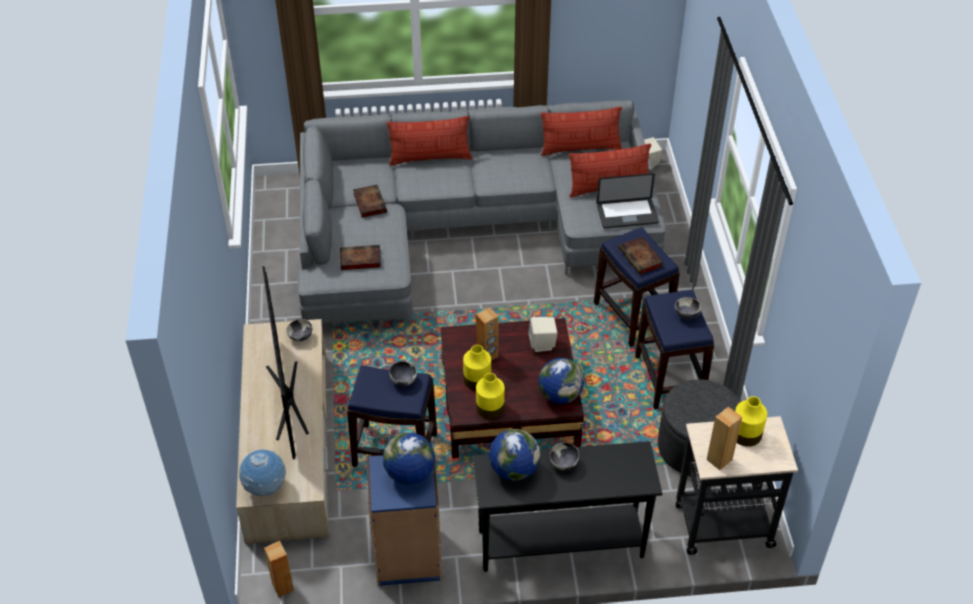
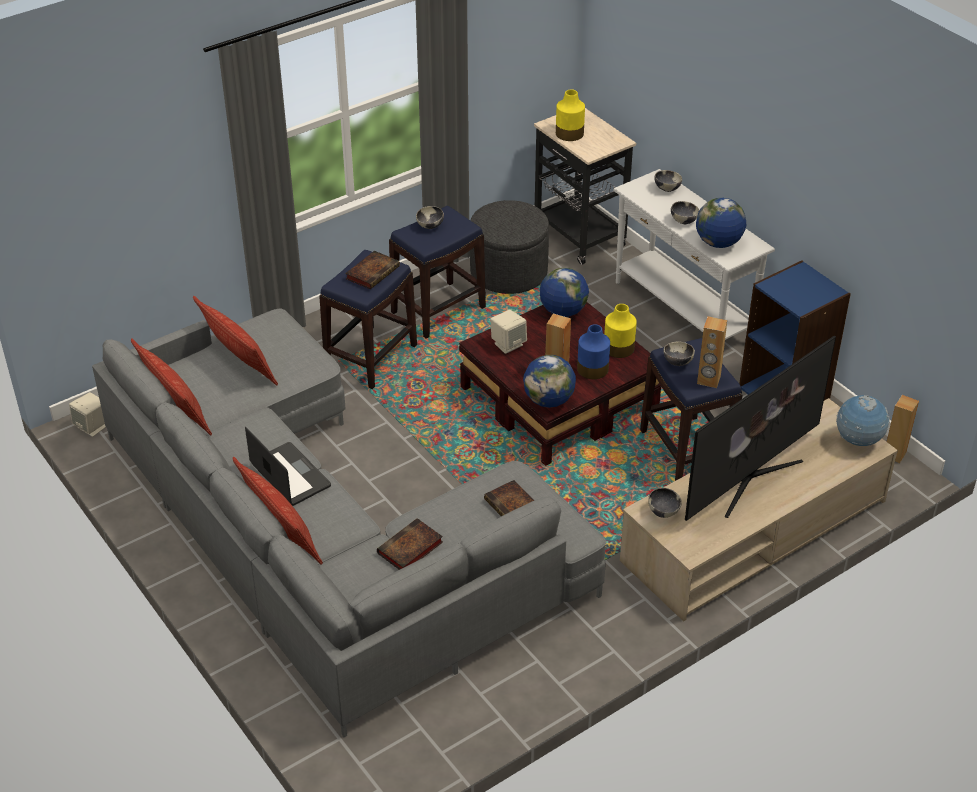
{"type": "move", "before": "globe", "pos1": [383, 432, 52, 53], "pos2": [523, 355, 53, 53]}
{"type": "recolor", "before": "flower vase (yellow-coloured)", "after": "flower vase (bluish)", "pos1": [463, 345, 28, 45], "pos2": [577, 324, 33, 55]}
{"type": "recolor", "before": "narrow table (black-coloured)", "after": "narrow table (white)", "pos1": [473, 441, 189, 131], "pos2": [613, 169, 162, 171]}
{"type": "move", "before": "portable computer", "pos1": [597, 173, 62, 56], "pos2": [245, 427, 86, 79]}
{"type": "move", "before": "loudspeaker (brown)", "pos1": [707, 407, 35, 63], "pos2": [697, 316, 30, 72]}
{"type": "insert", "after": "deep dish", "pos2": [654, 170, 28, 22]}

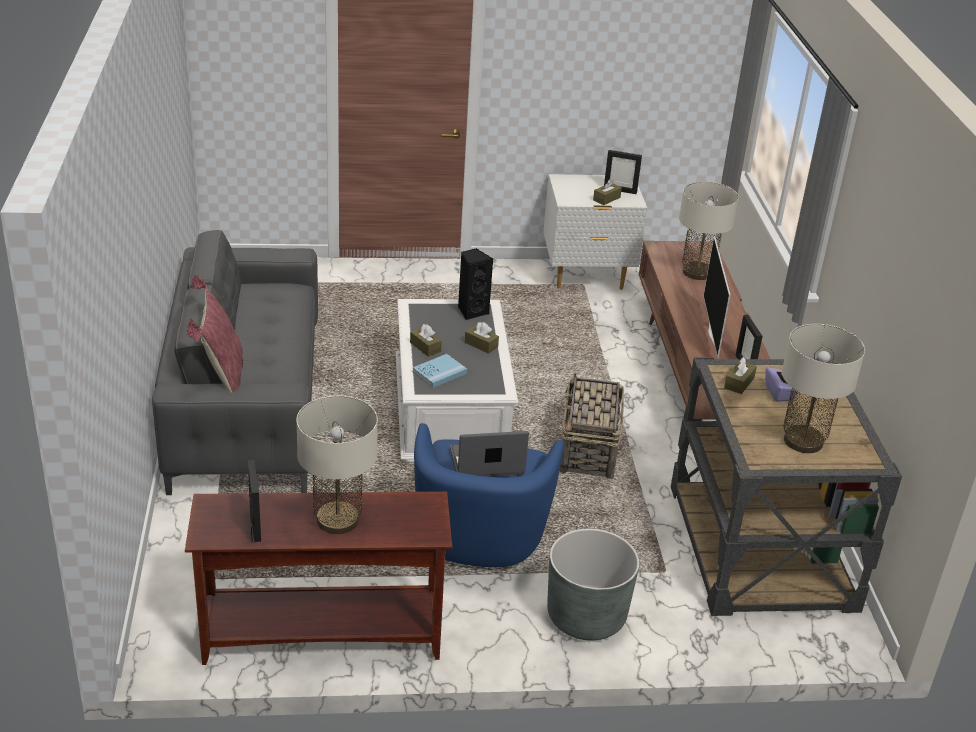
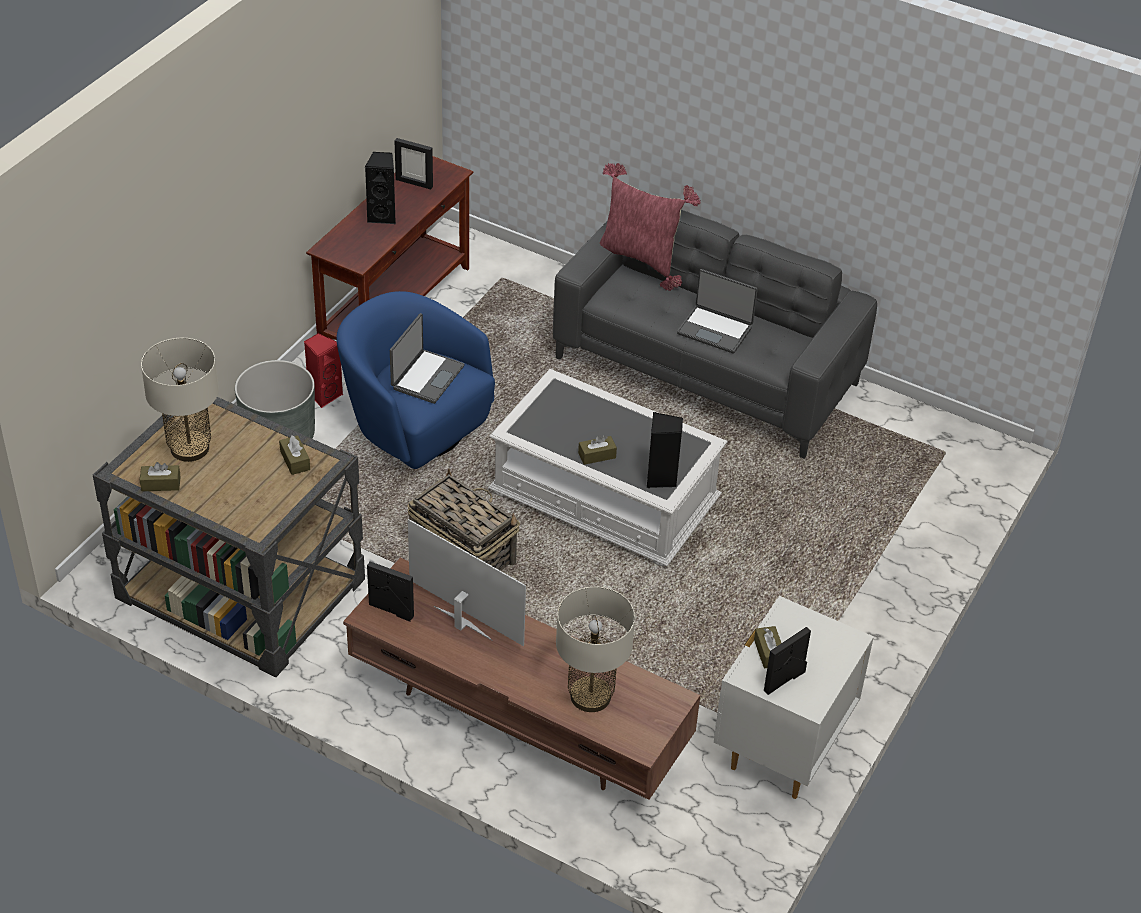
{"type": "replace", "before": "lamp for a table", "after": "loudspeaker (black-coloured)", "pos1": [296, 396, 82, 138], "pos2": [365, 152, 31, 72]}
{"type": "move", "before": "tissue box (brown)", "pos1": [410, 324, 32, 33], "pos2": [140, 462, 41, 29]}
{"type": "delete", "before": "book (bluish)", "pos1": [413, 354, 54, 34]}
{"type": "delete", "before": "tissue box (purple-coloured)", "pos1": [765, 367, 34, 35]}
{"type": "insert", "after": "loudspeaker (red-coloured)", "pos2": [304, 333, 39, 75]}
{"type": "insert", "after": "portable computer", "pos2": [677, 269, 81, 85]}

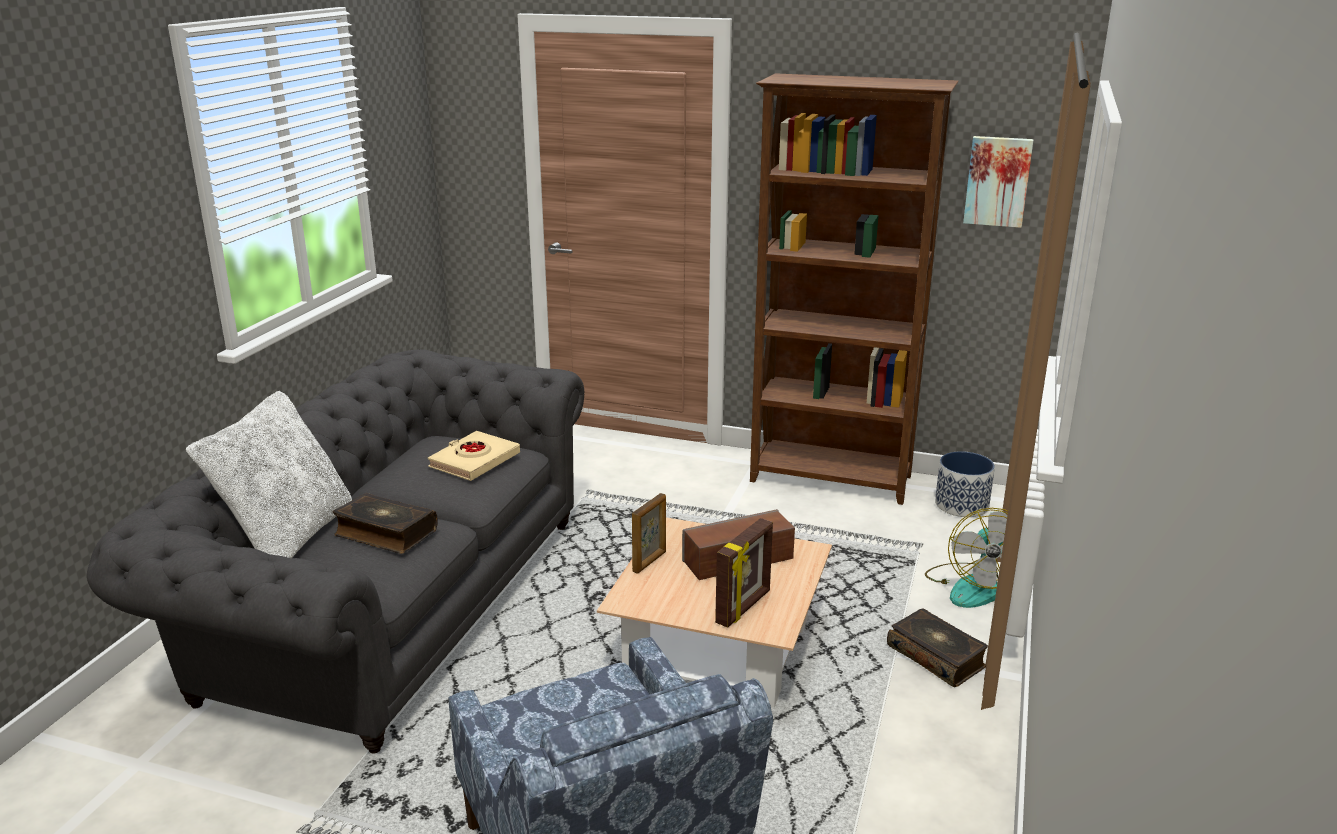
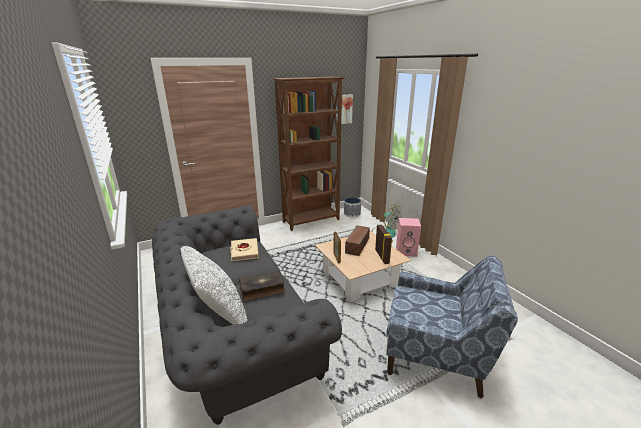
{"type": "replace", "before": "book", "after": "loudspeaker (pink)", "pos1": [887, 608, 101, 79], "pos2": [396, 218, 25, 39]}

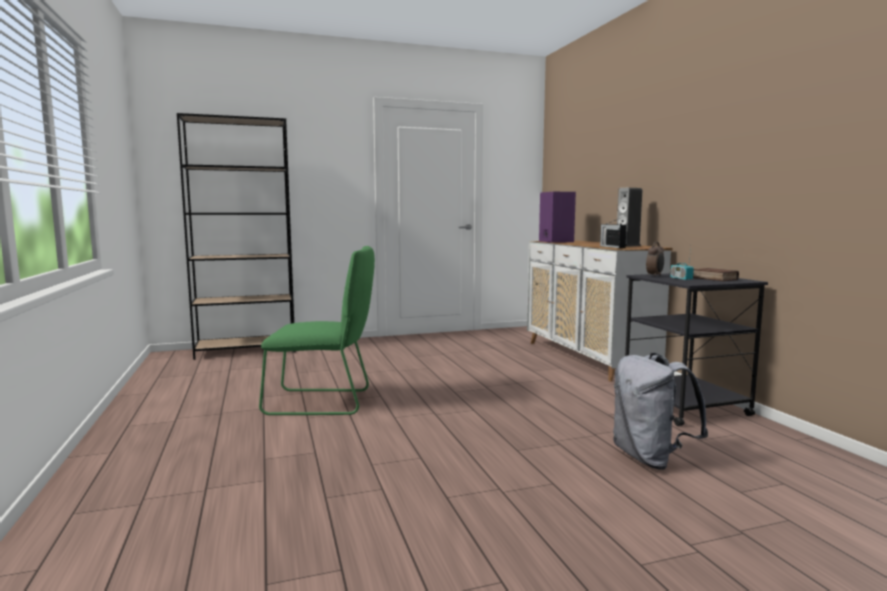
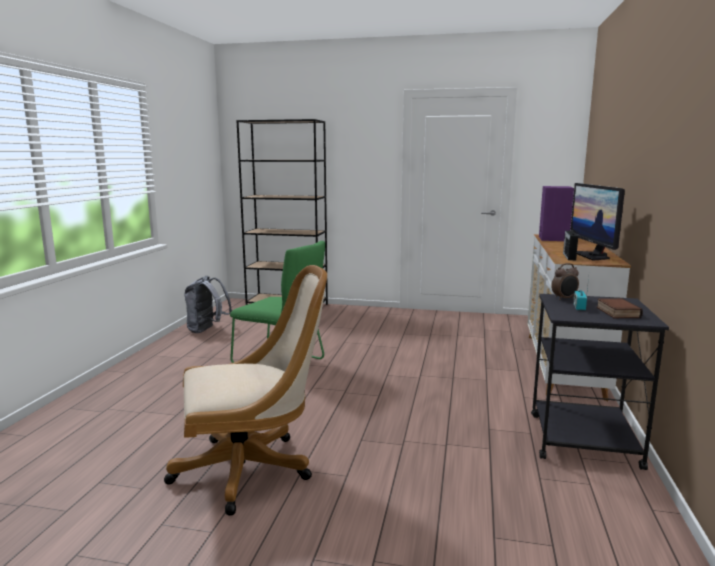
{"type": "move", "before": "rucksack (greyish)", "pos1": [613, 353, 95, 117], "pos2": [184, 276, 49, 57]}
{"type": "replace", "before": "loudspeaker", "after": "computer screen", "pos1": [617, 188, 25, 59], "pos2": [570, 183, 55, 78]}
{"type": "insert", "after": "computer chair", "pos2": [164, 265, 163, 251]}

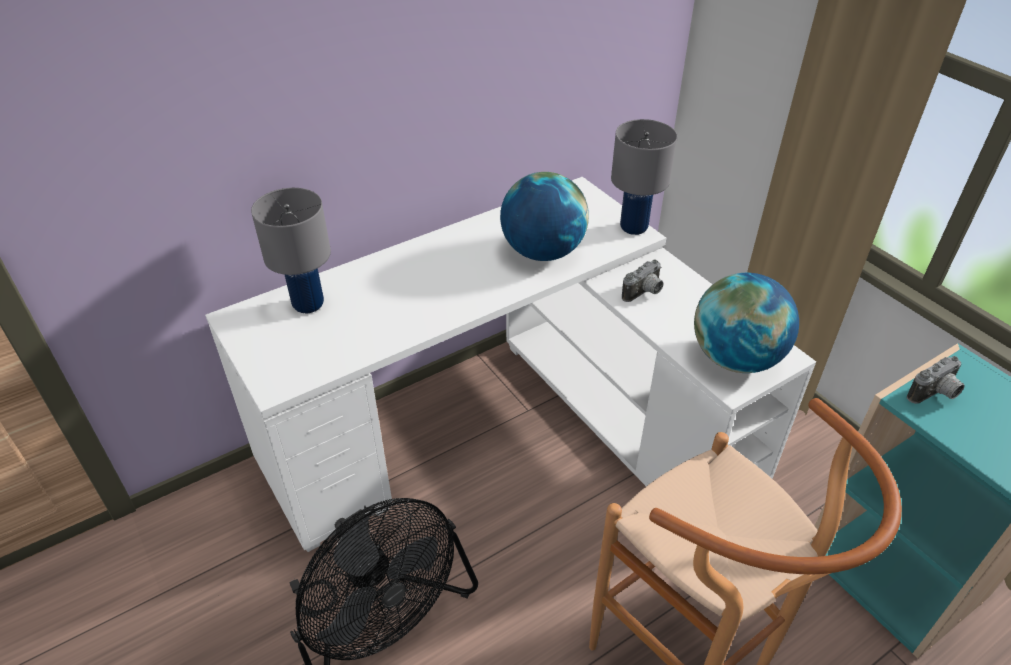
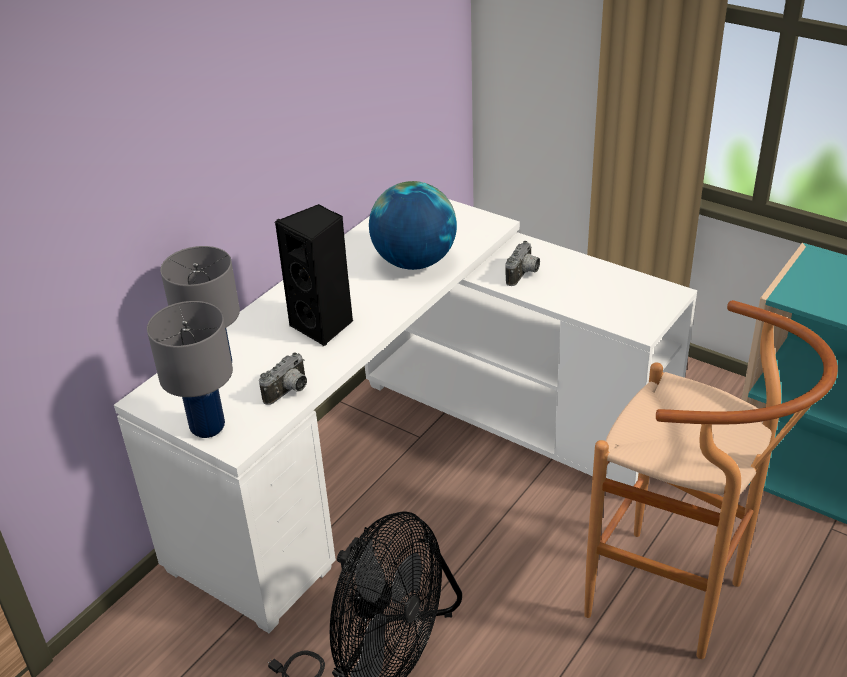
{"type": "move", "before": "lamp for a table (greyish)", "pos1": [611, 119, 66, 116], "pos2": [147, 301, 86, 137]}
{"type": "delete", "before": "globe", "pos1": [694, 273, 105, 100]}
{"type": "move", "before": "photo camera", "pos1": [907, 356, 58, 48], "pos2": [259, 352, 48, 53]}
{"type": "insert", "after": "loudspeaker (black-coloured)", "pos2": [275, 204, 78, 142]}

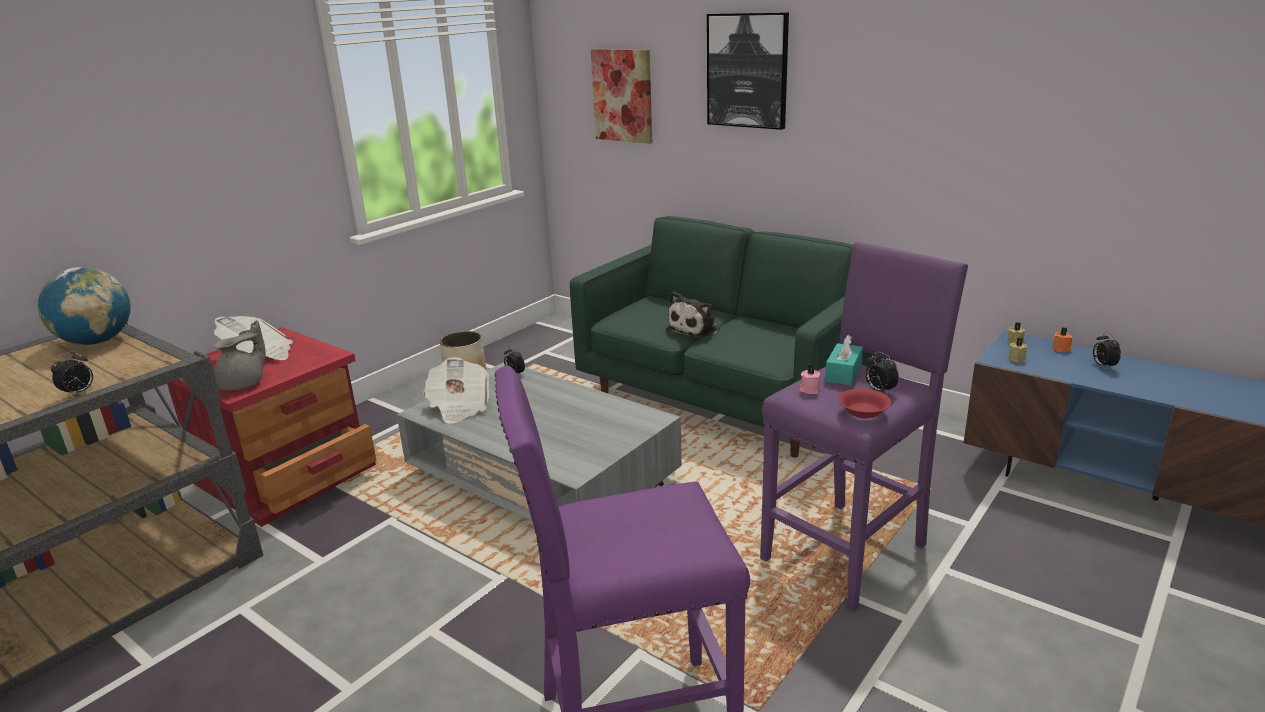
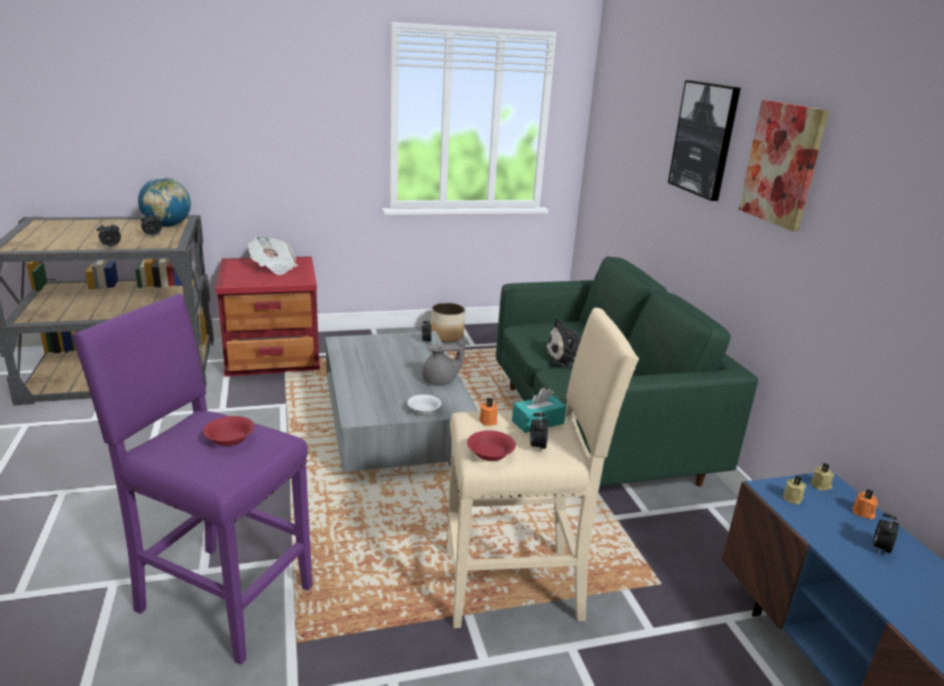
{"type": "move", "before": "pot for tea (greyish)", "pos1": [214, 320, 52, 70], "pos2": [422, 337, 43, 48]}
{"type": "delete", "before": "printed paper", "pos1": [423, 357, 66, 67]}
{"type": "move", "before": "wall art", "pos1": [591, 49, 61, 95], "pos2": [739, 100, 90, 132]}
{"type": "recolor", "before": "stool seat (purple-coloured)", "after": "stool seat (sand-coloured)", "pos1": [760, 241, 208, 371], "pos2": [446, 308, 193, 320]}
{"type": "recolor", "before": "wax light (pink)", "after": "wax light (orange)", "pos1": [799, 364, 22, 30], "pos2": [479, 398, 19, 28]}
{"type": "insert", "after": "alarm clock", "pos2": [140, 212, 22, 24]}
{"type": "insert", "after": "deep dish (red-coloured)", "pos2": [203, 416, 52, 30]}
{"type": "insert", "after": "deep dish (white)", "pos2": [407, 395, 34, 20]}

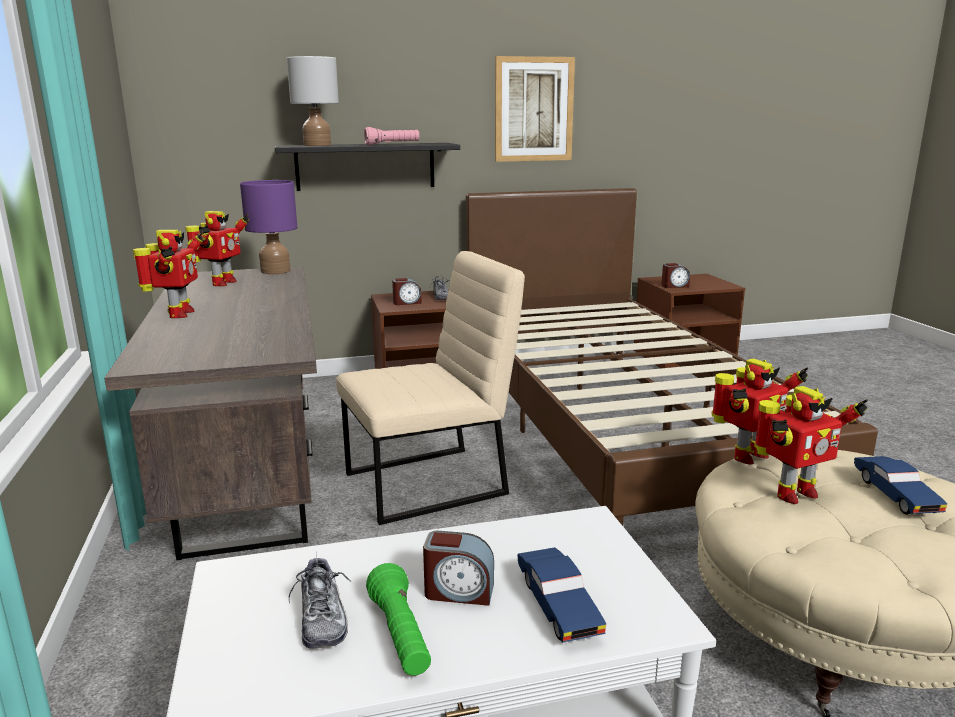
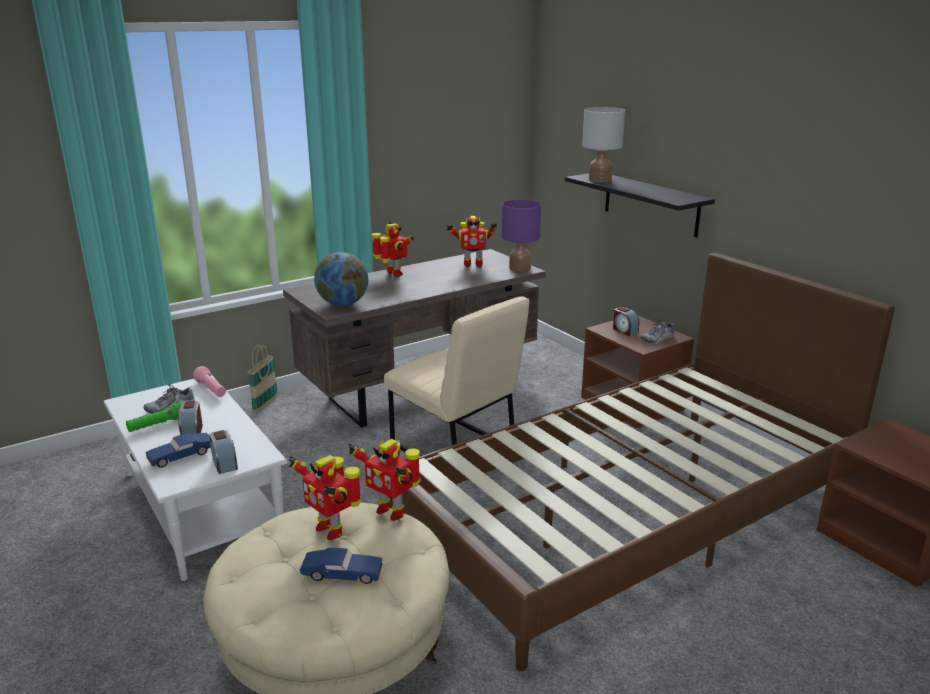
{"type": "rotate", "before": "robot figure", "pos1": [133, 229, 72, 89], "pos2": [372, 222, 42, 54], "turn": -105}
{"type": "move", "before": "torch (pink)", "pos1": [364, 127, 55, 18], "pos2": [193, 366, 33, 31]}
{"type": "delete", "before": "wall art", "pos1": [495, 56, 80, 106]}
{"type": "move", "before": "alarm clock", "pos1": [661, 263, 29, 25], "pos2": [209, 430, 29, 44]}
{"type": "rotate", "before": "toy car (bluish)", "pos1": [854, 456, 93, 59], "pos2": [300, 548, 83, 36], "turn": -150}
{"type": "insert", "after": "basket", "pos2": [247, 345, 31, 67]}
{"type": "insert", "after": "globe", "pos2": [314, 252, 55, 54]}

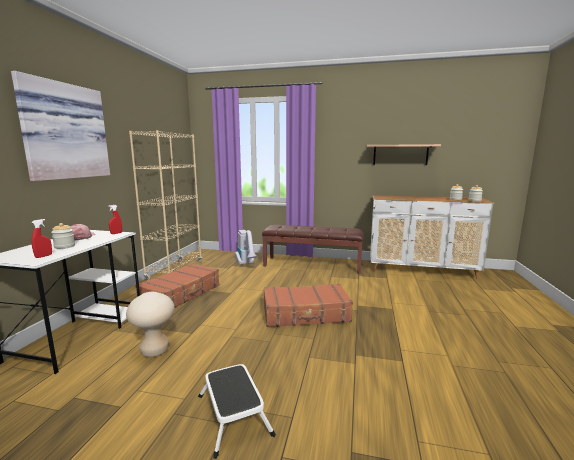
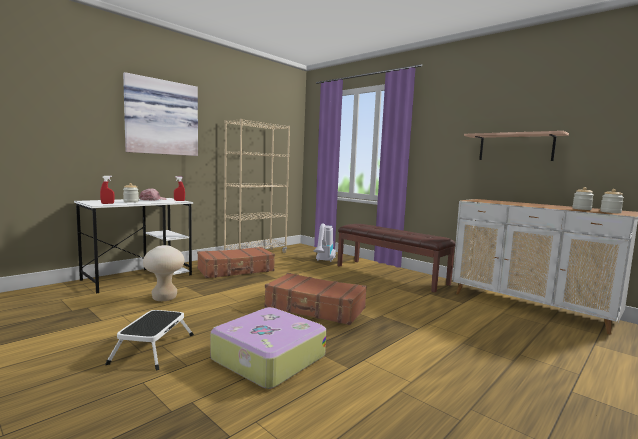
{"type": "insert", "after": "travel case", "pos2": [211, 307, 115, 82]}

